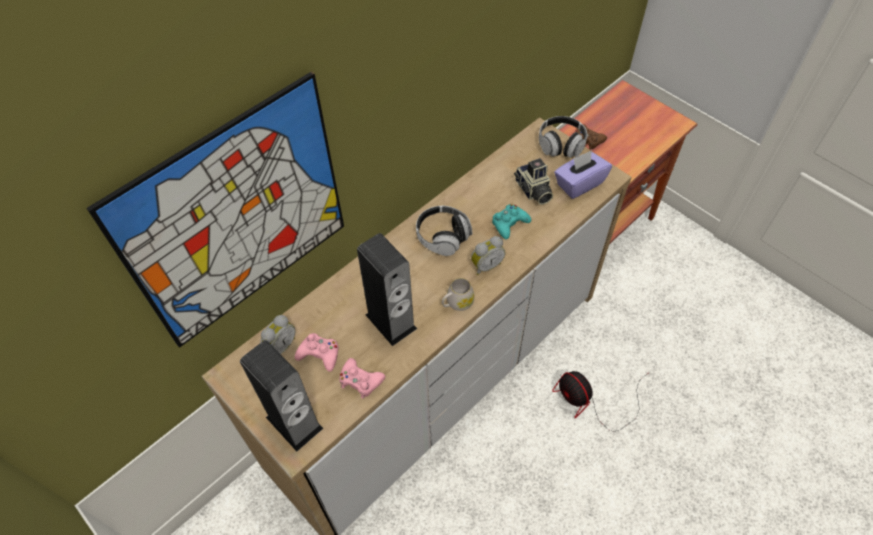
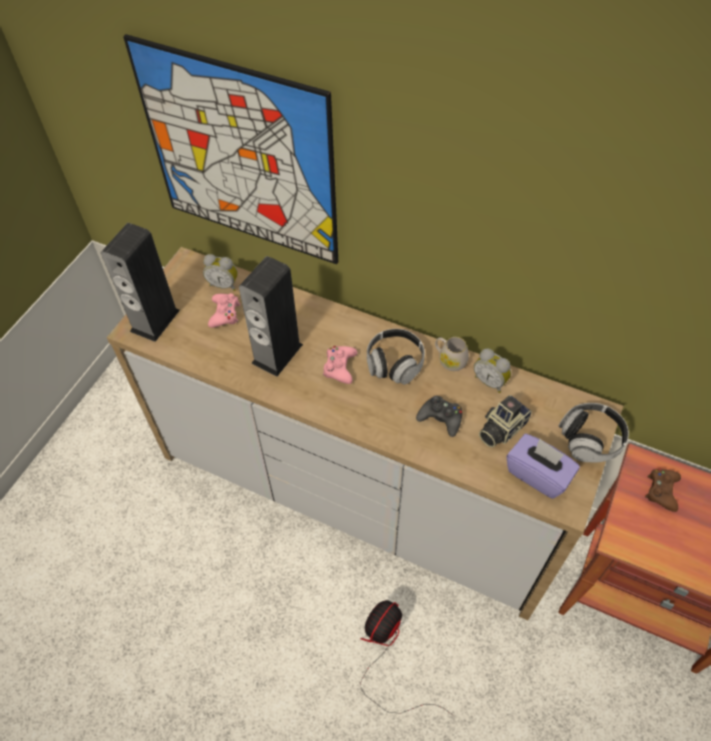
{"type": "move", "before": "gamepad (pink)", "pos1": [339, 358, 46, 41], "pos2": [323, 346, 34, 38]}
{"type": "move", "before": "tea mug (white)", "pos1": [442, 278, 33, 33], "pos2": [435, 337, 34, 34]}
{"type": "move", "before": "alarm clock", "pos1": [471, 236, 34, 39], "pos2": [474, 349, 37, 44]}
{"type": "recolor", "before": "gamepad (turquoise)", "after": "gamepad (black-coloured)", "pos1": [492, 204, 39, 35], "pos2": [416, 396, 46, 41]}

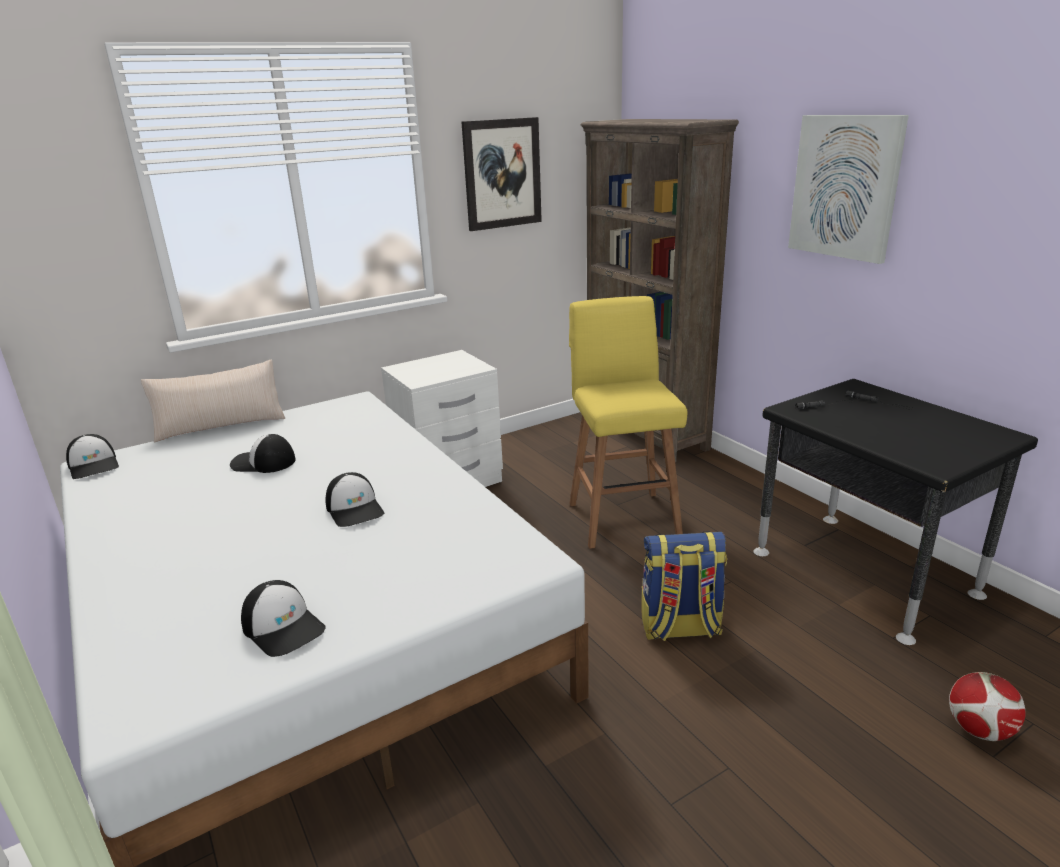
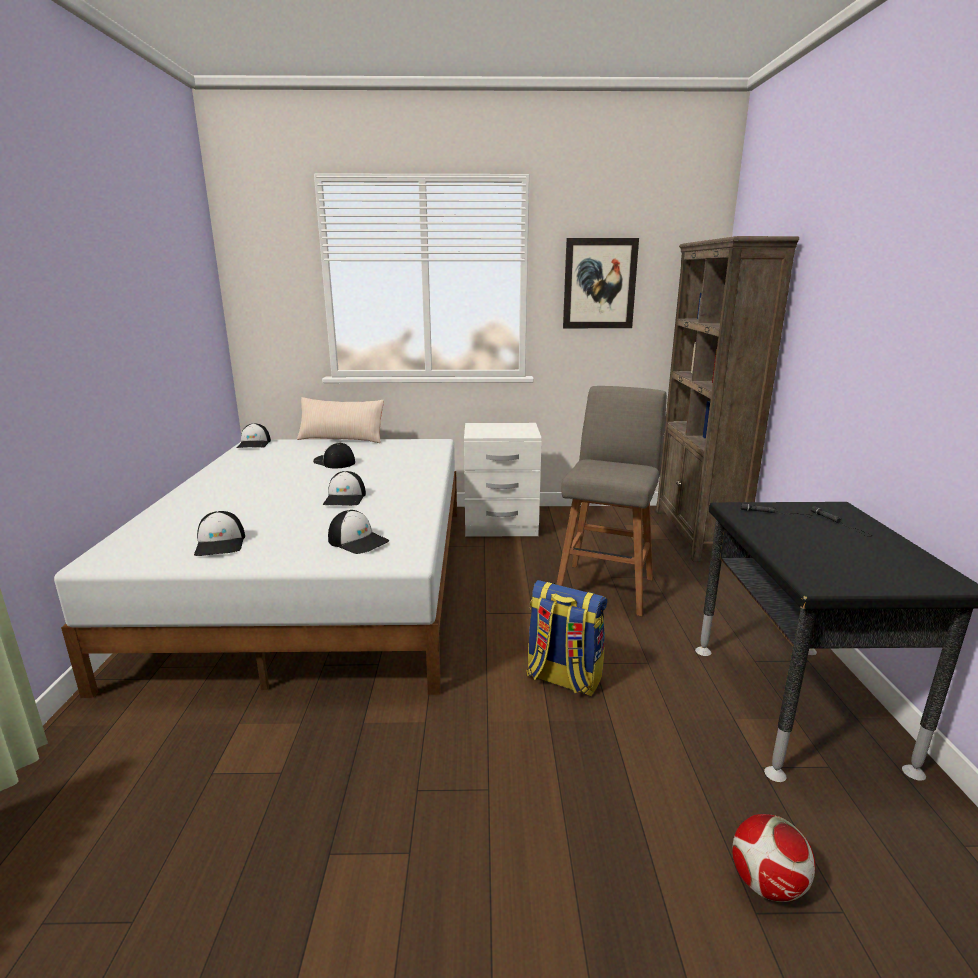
{"type": "recolor", "before": "stool seat (yellow-coloured)", "after": "stool seat (greyish)", "pos1": [569, 296, 118, 253], "pos2": [556, 386, 111, 230]}
{"type": "delete", "before": "wall art", "pos1": [788, 115, 121, 149]}
{"type": "insert", "after": "baseball cap", "pos2": [328, 510, 61, 44]}

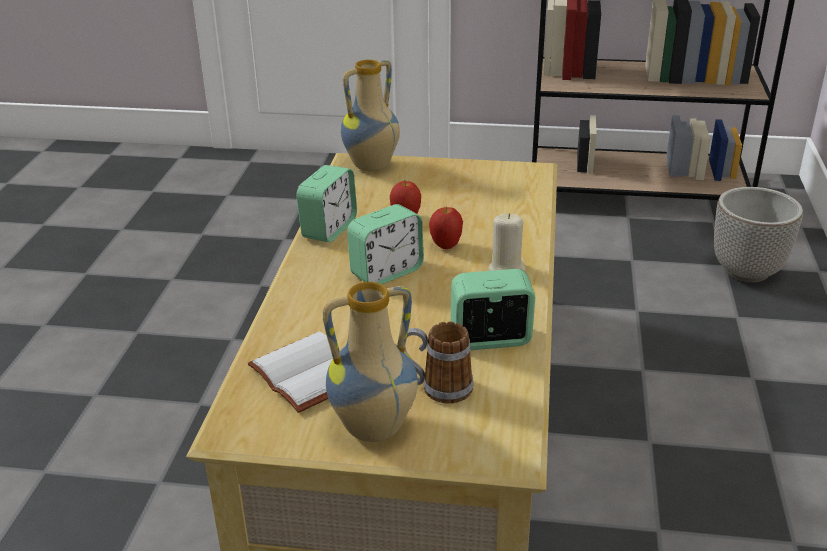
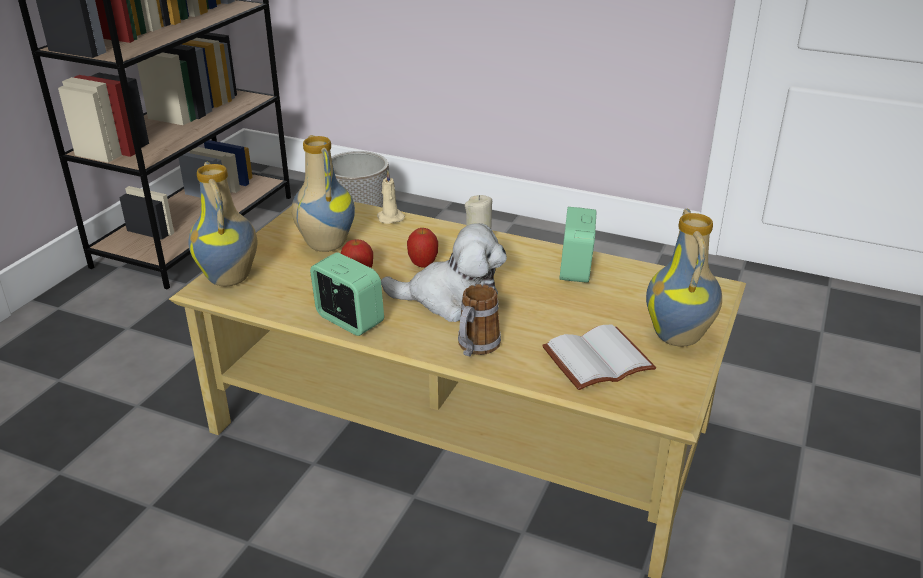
{"type": "replace", "before": "alarm clock", "after": "cuddly toy", "pos1": [347, 204, 77, 80], "pos2": [381, 223, 126, 99]}
{"type": "move", "before": "tea mug", "pos1": [404, 321, 69, 83], "pos2": [458, 284, 43, 72]}
{"type": "insert", "after": "flower vase", "pos2": [292, 135, 63, 117]}
{"type": "insert", "after": "wax light (sand-coloured)", "pos2": [377, 171, 28, 53]}

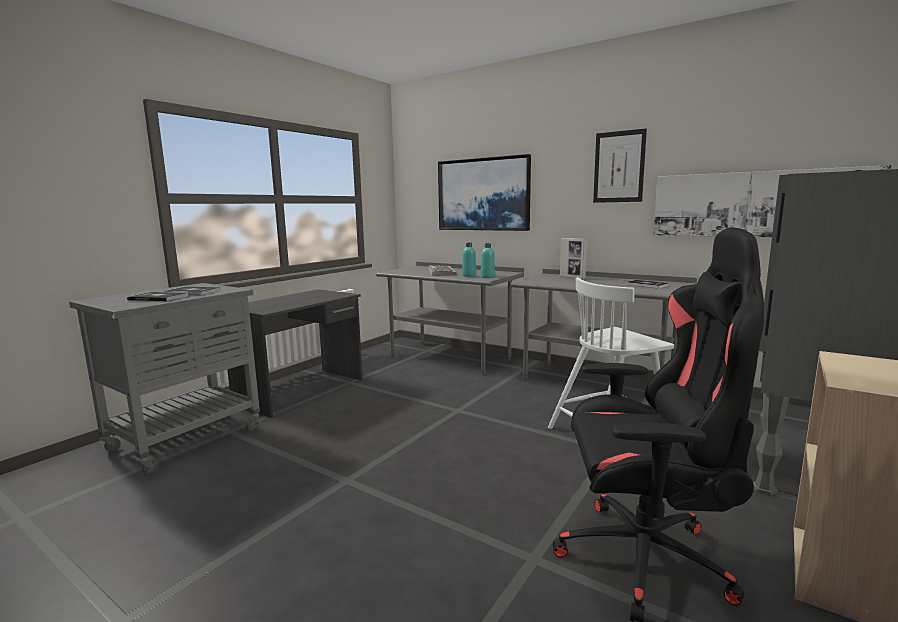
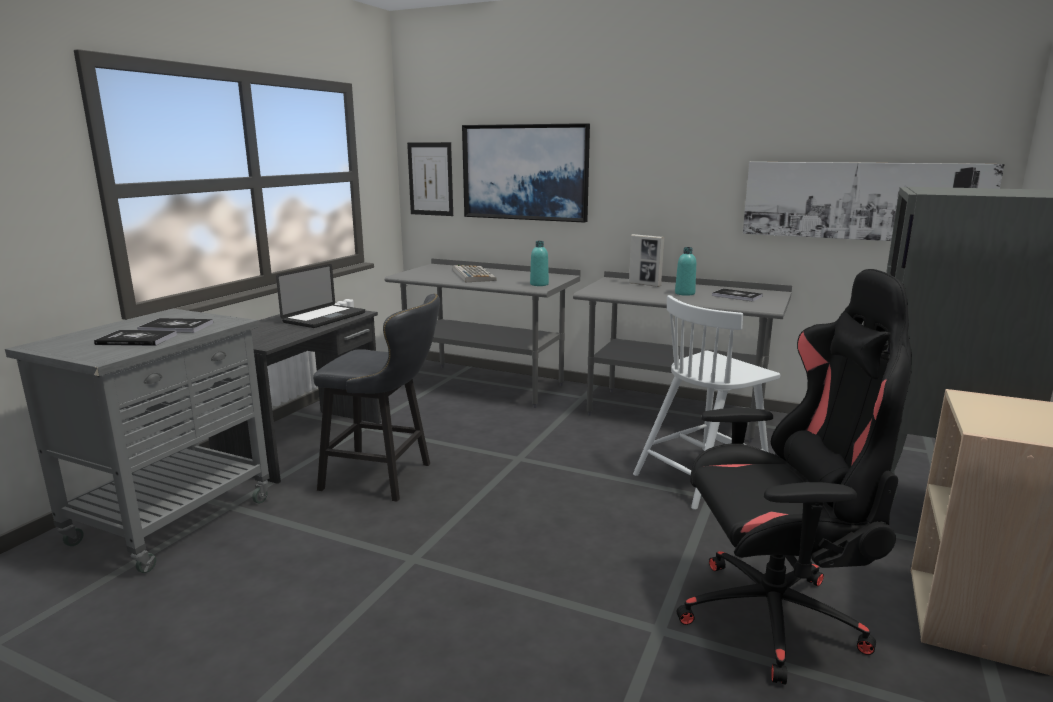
{"type": "move", "before": "drink bottle (turquoise)", "pos1": [462, 242, 14, 35], "pos2": [675, 247, 21, 49]}
{"type": "move", "before": "wall art", "pos1": [593, 129, 54, 74], "pos2": [407, 142, 46, 74]}
{"type": "insert", "after": "portable computer", "pos2": [276, 264, 89, 64]}
{"type": "insert", "after": "stool seat (greyish)", "pos2": [313, 294, 127, 208]}

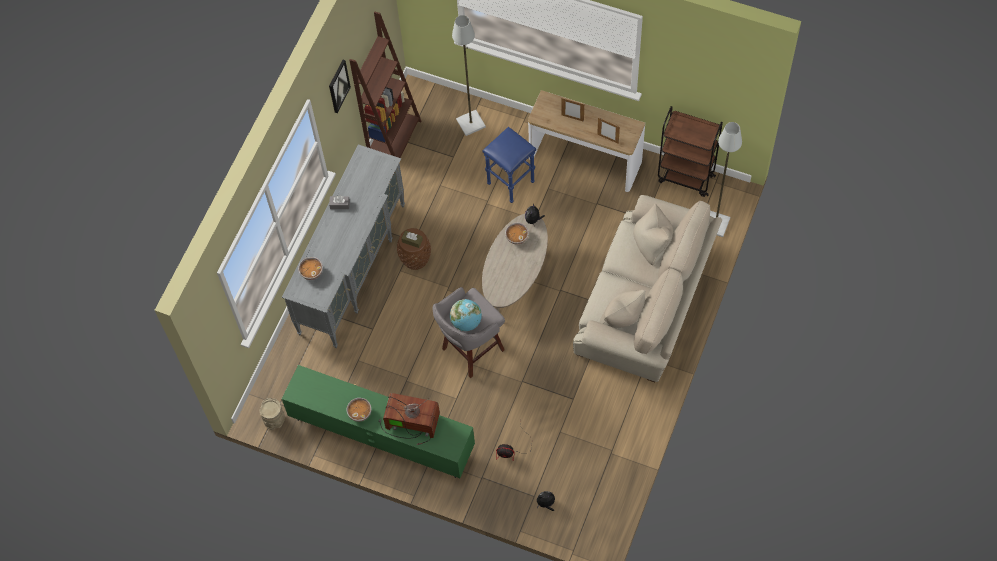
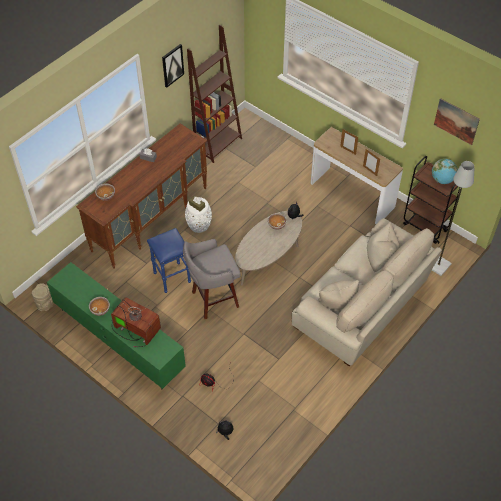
{"type": "recolor", "before": "storage cabinet (greyish)", "after": "storage cabinet (brown)", "pos1": [282, 144, 123, 204], "pos2": [76, 124, 131, 145]}
{"type": "recolor", "before": "stool seat (brown)", "after": "stool seat (white)", "pos1": [397, 228, 34, 42], "pos2": [185, 197, 27, 36]}
{"type": "move", "before": "globe", "pos1": [450, 299, 32, 32], "pos2": [432, 159, 26, 25]}
{"type": "delete", "before": "floor lamp (greyish)", "pos1": [452, 15, 34, 121]}
{"type": "move", "before": "stool seat (bluish)", "pos1": [482, 127, 54, 76], "pos2": [147, 228, 44, 65]}
{"type": "insert", "after": "wall art", "pos2": [434, 98, 46, 47]}

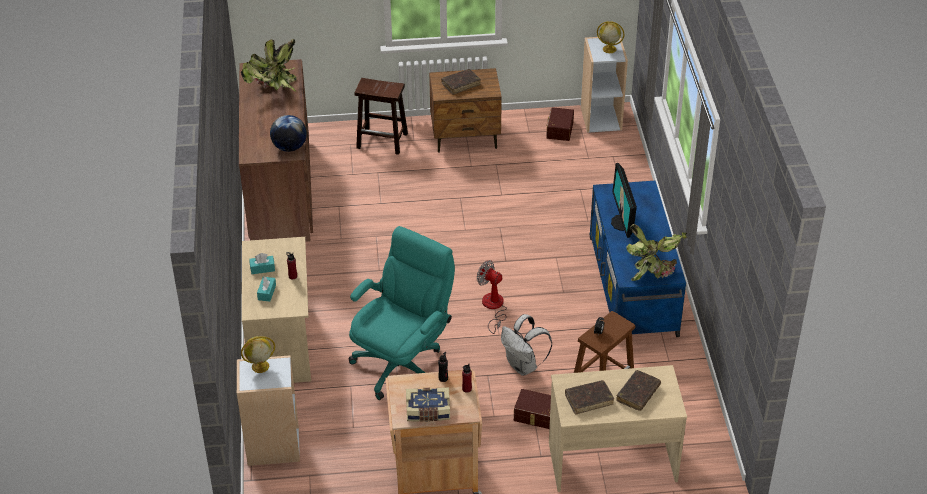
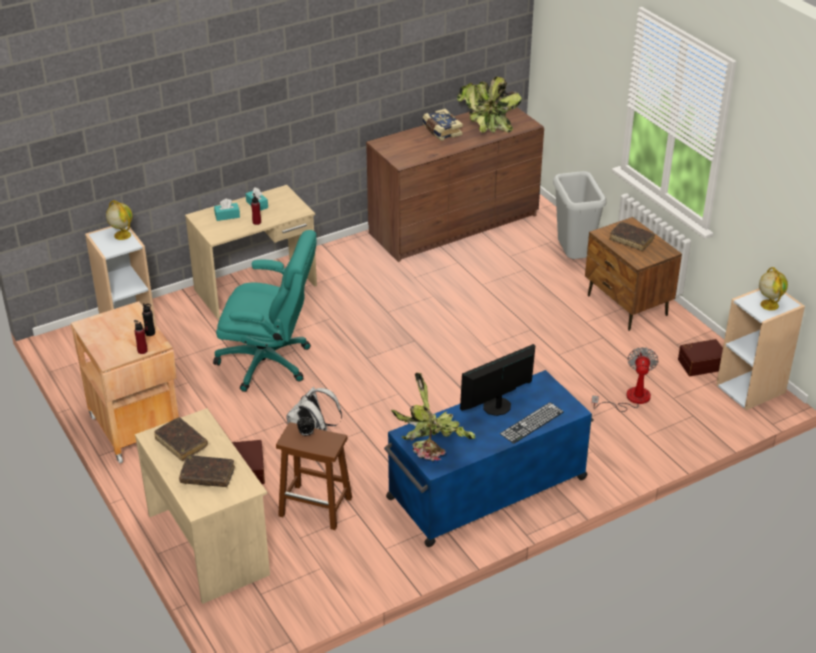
{"type": "delete", "before": "globe", "pos1": [270, 115, 37, 37]}
{"type": "replace", "before": "stool seat (brown)", "after": "rubbish bin (greyish)", "pos1": [355, 78, 53, 77], "pos2": [553, 171, 54, 88]}
{"type": "move", "before": "book", "pos1": [406, 387, 44, 35], "pos2": [423, 109, 40, 32]}
{"type": "move", "before": "cooling fan", "pos1": [477, 260, 30, 74], "pos2": [591, 347, 68, 65]}
{"type": "insert", "after": "keyboard", "pos2": [500, 402, 64, 42]}

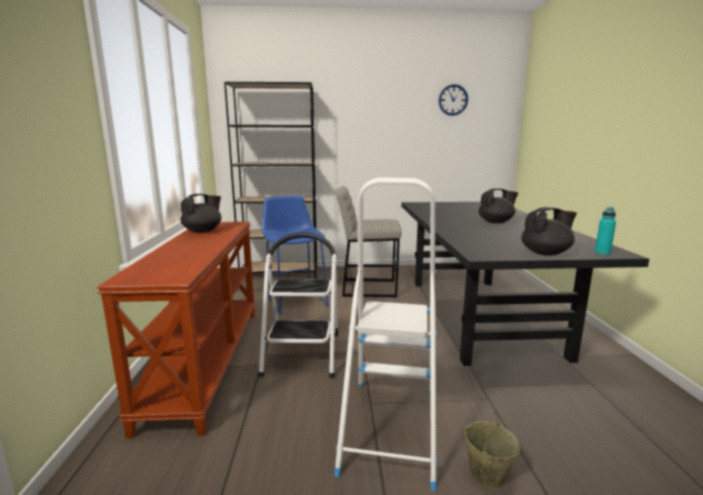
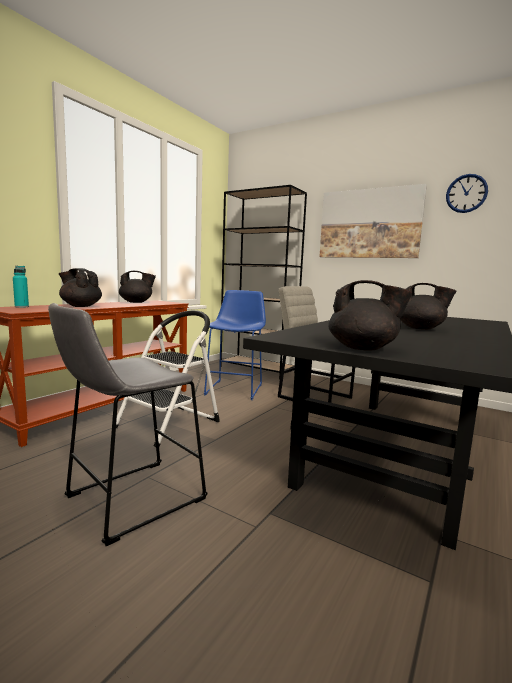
{"type": "replace", "before": "step stool (white)", "after": "stool seat (greyish)", "pos1": [334, 177, 103, 315], "pos2": [48, 303, 160, 243]}
{"type": "delete", "before": "bucket (sand-coloured)", "pos1": [464, 412, 56, 76]}
{"type": "move", "before": "drink bottle (turquoise)", "pos1": [595, 207, 21, 49], "pos2": [13, 266, 16, 42]}
{"type": "insert", "after": "pot for tea (black-coloured)", "pos2": [59, 268, 43, 39]}
{"type": "insert", "after": "wall art", "pos2": [319, 184, 108, 74]}

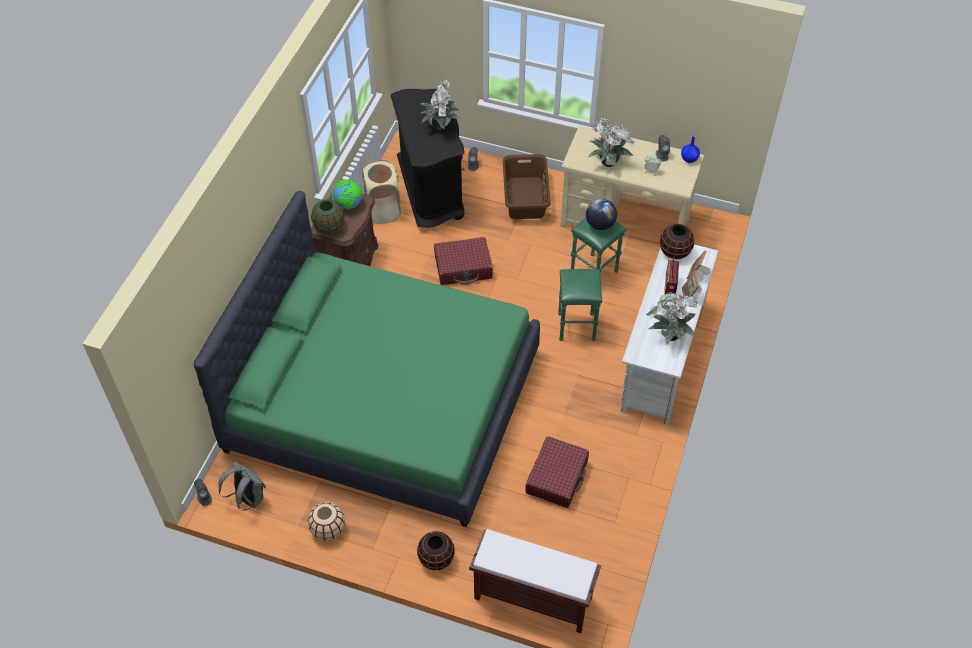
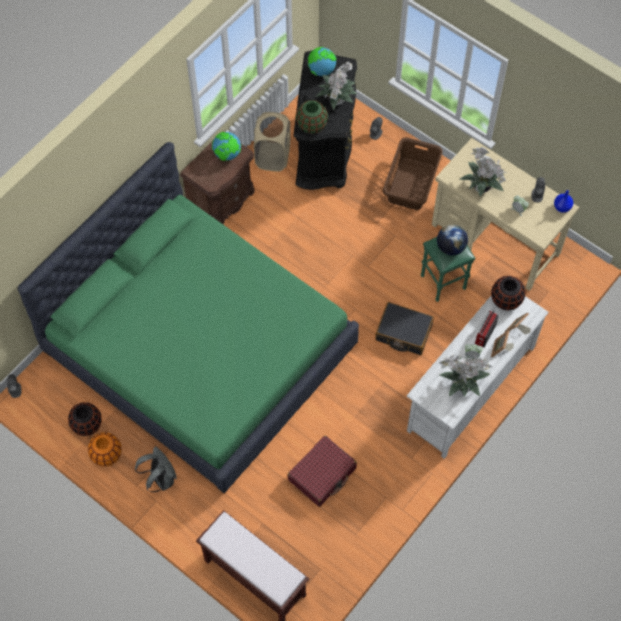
{"type": "move", "before": "rucksack (greyish)", "pos1": [219, 461, 47, 49], "pos2": [135, 446, 42, 46]}
{"type": "recolor", "before": "flower vase (sand-coloured)", "after": "flower vase (orange)", "pos1": [308, 502, 37, 39], "pos2": [88, 432, 34, 35]}
{"type": "move", "before": "flower vase (greenish)", "pos1": [311, 199, 34, 35], "pos2": [296, 100, 32, 34]}
{"type": "move", "before": "flower vase (black-coloured)", "pos1": [417, 531, 38, 39], "pos2": [68, 402, 34, 34]}
{"type": "delete", "before": "travel case (red-coloured)", "pos1": [434, 237, 59, 48]}
{"type": "replace", "before": "stool seat (greenish)", "after": "travel case (black-coloured)", "pos1": [558, 269, 44, 72], "pos2": [375, 302, 59, 53]}
{"type": "insert", "after": "globe", "pos2": [308, 47, 28, 29]}

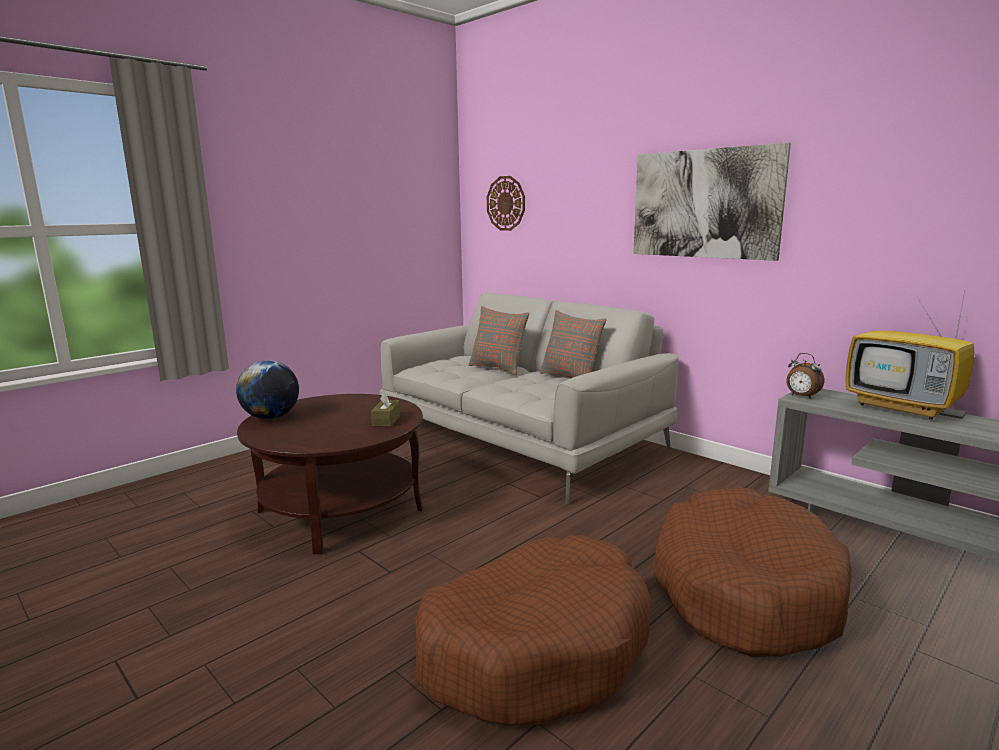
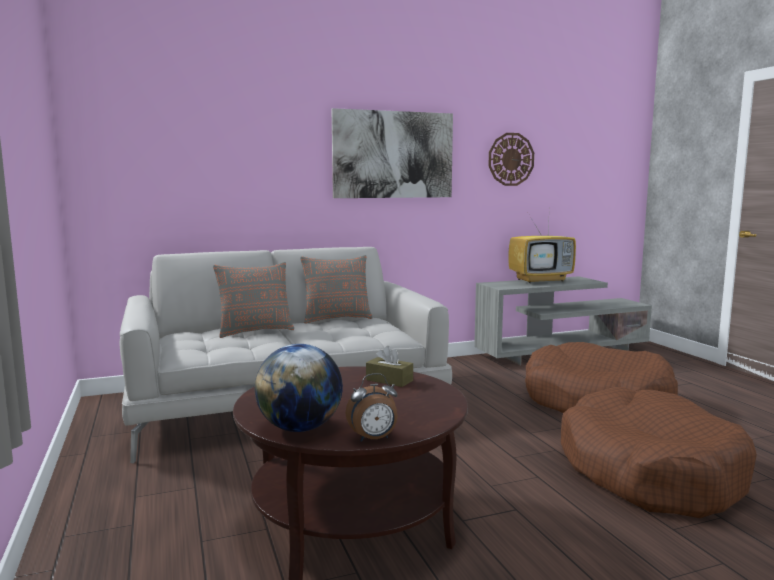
{"type": "move", "before": "hanging clock", "pos1": [487, 176, 38, 55], "pos2": [488, 133, 46, 53]}
{"type": "move", "before": "alarm clock", "pos1": [786, 353, 38, 46], "pos2": [346, 373, 52, 69]}

